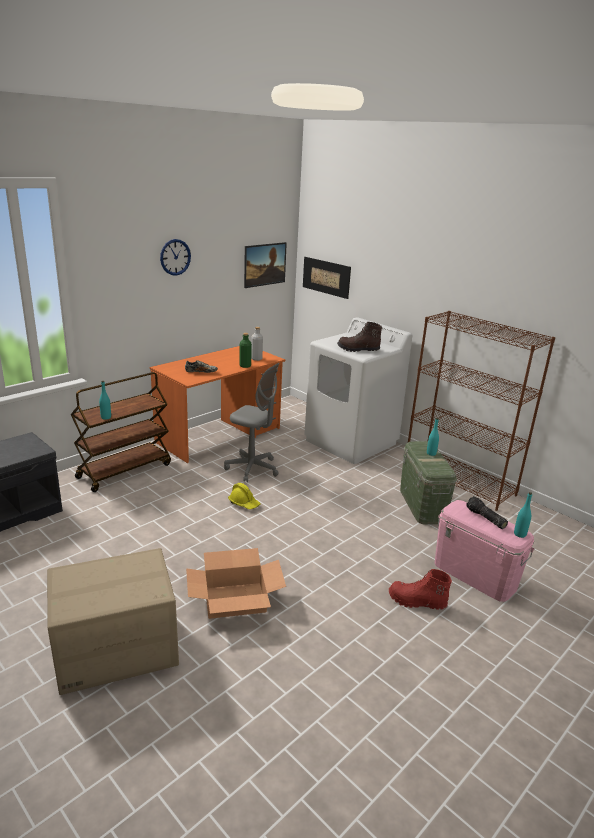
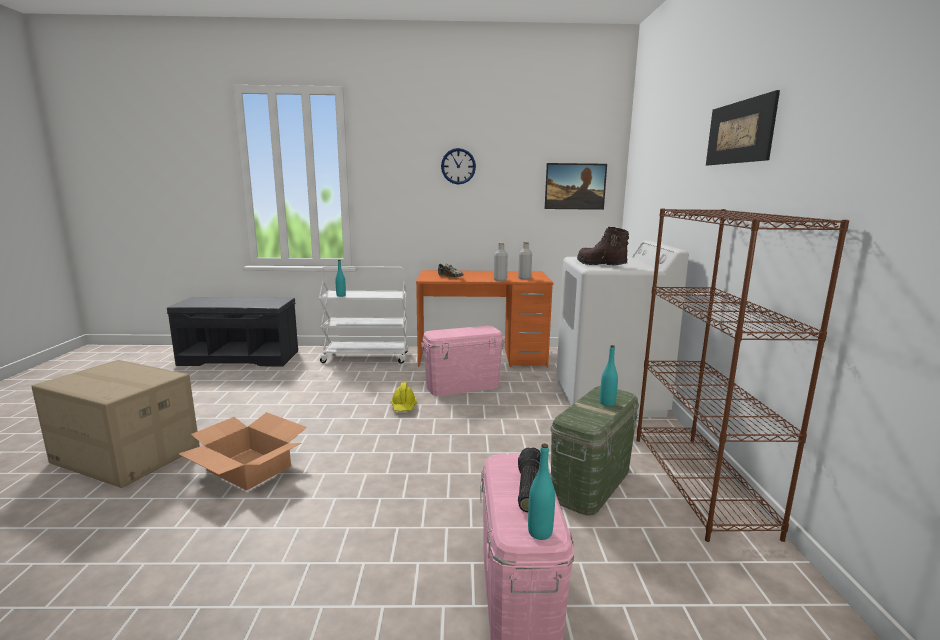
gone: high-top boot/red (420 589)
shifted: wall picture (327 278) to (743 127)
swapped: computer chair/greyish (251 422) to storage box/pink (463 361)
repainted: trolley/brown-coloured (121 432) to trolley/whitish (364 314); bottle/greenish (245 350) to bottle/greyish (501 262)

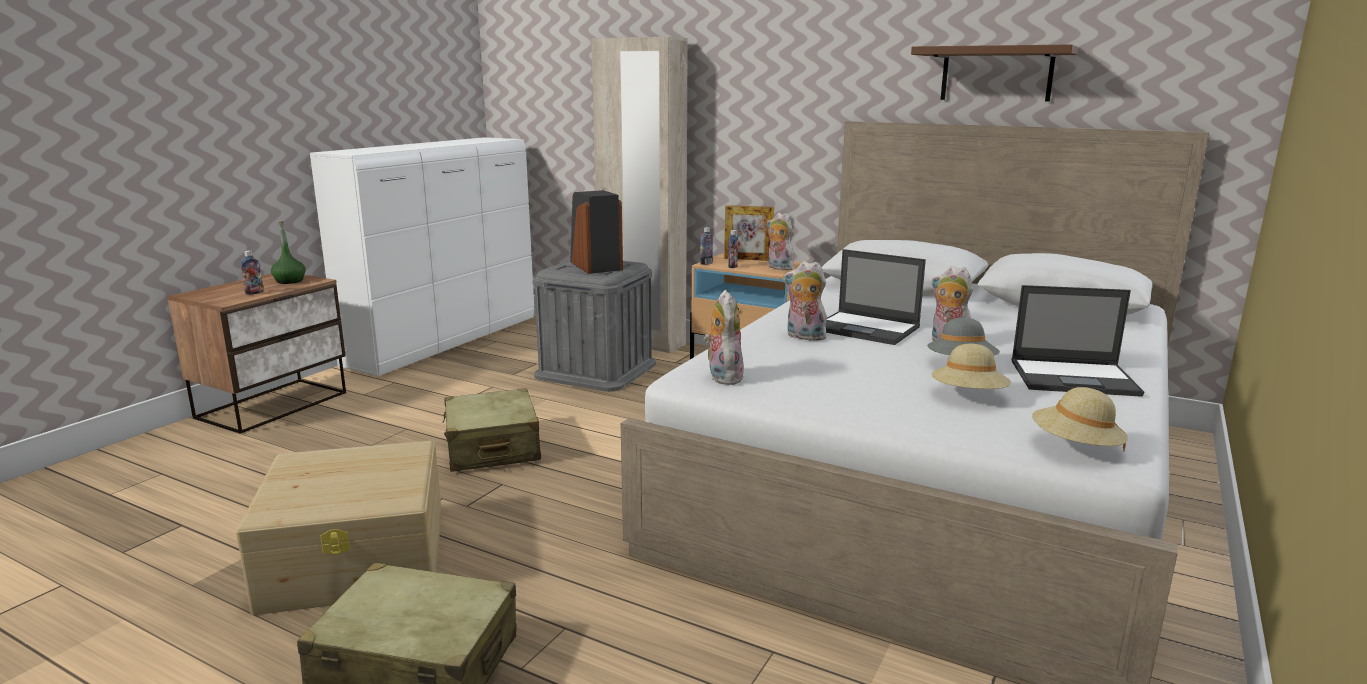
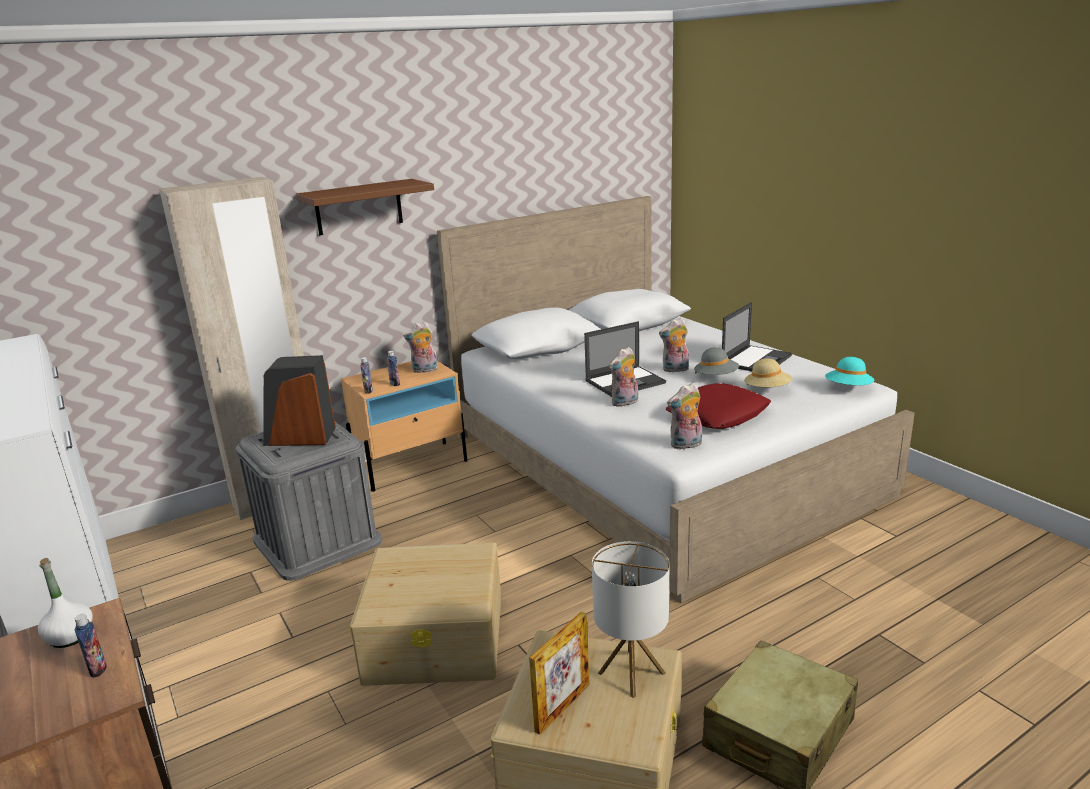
new: table lamp (630 619); throw pillow/red (718 406)
shifted: shelf/brown-coloured (994 73) to (365 207); standing frame (749 233) to (559 673)
swapped: suitcase/sand-coloured (491 430) to storage box/sand-coloured (425 614)
repainted: bottle/greenish (288 252) to bottle/whitish (65 603); clothing hat/sand-coloured (1080 419) to clothing hat/turquoise (849 371)
rotated: cuddly toy (724 337) = (684 416) 45 degrees counterclockwise

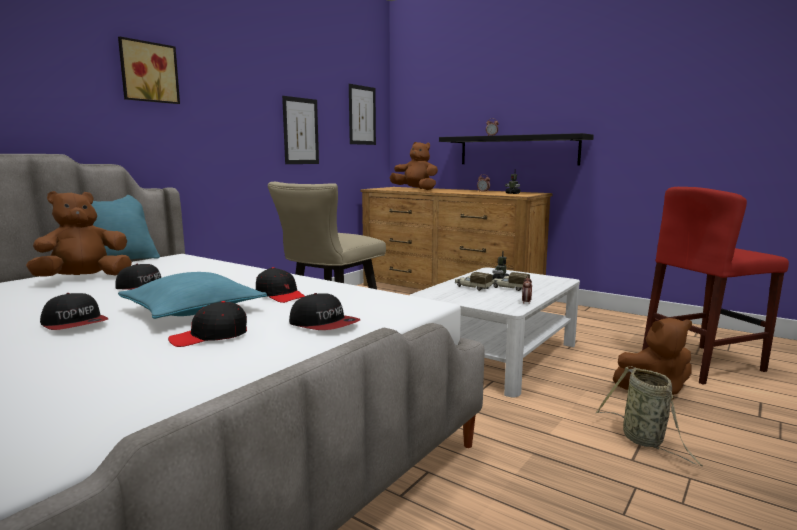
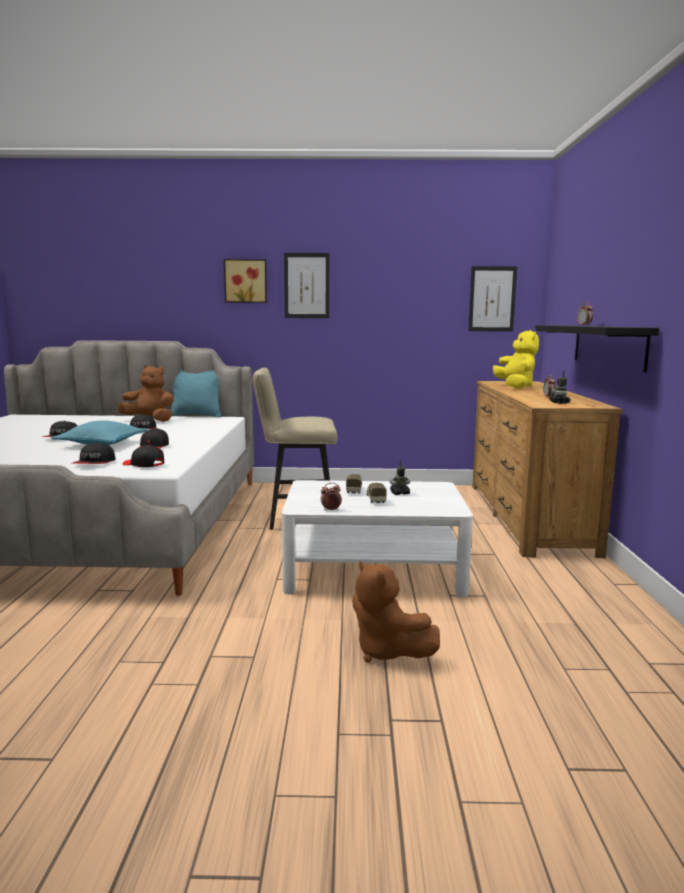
gone: household basket (649 416); stool/red (715 286)
shifted: baseball cap/black (207 324) to (143 456); wall picture (300 130) to (306 285)
repainted: cuddly toy/brown-coloured (414 166) to cuddly toy/yellowish (516 359)

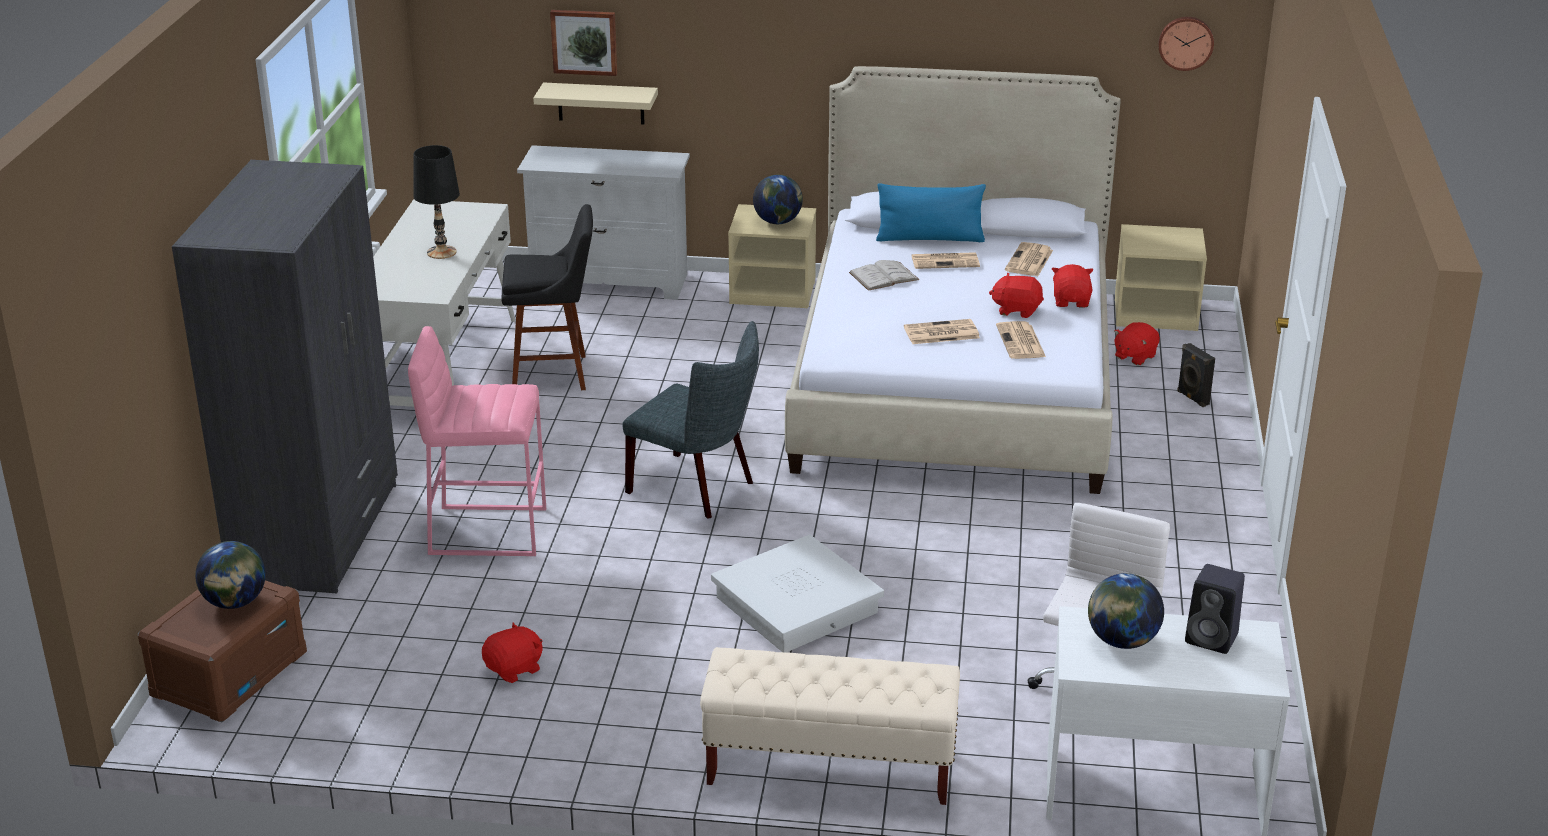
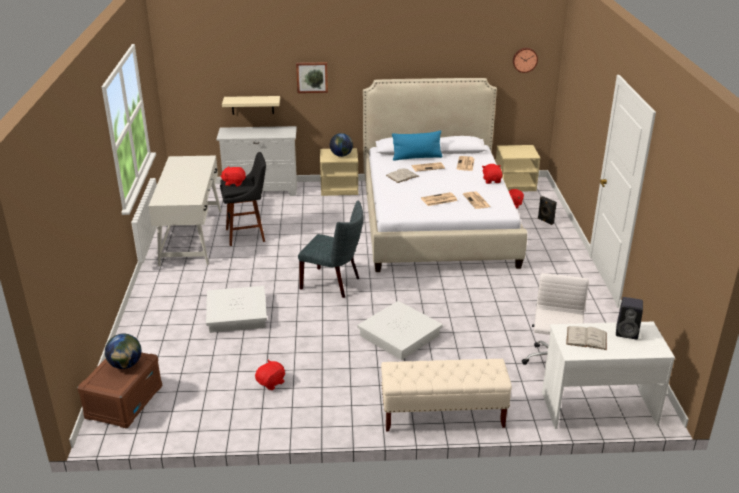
gone: armoire/greyish (285 376); table lamp/black (436 202)
shifted: cuddly toy/red (1016 295) to (233 176); wall picture (583 43) to (312 77)
swapped: stool/pink (477 441) to storage box/whitish (236 309); globe (1126 611) to bound book/whitish (586 338)

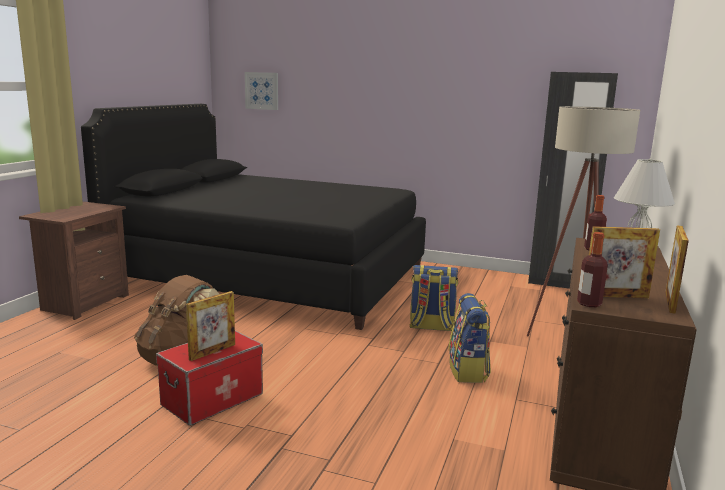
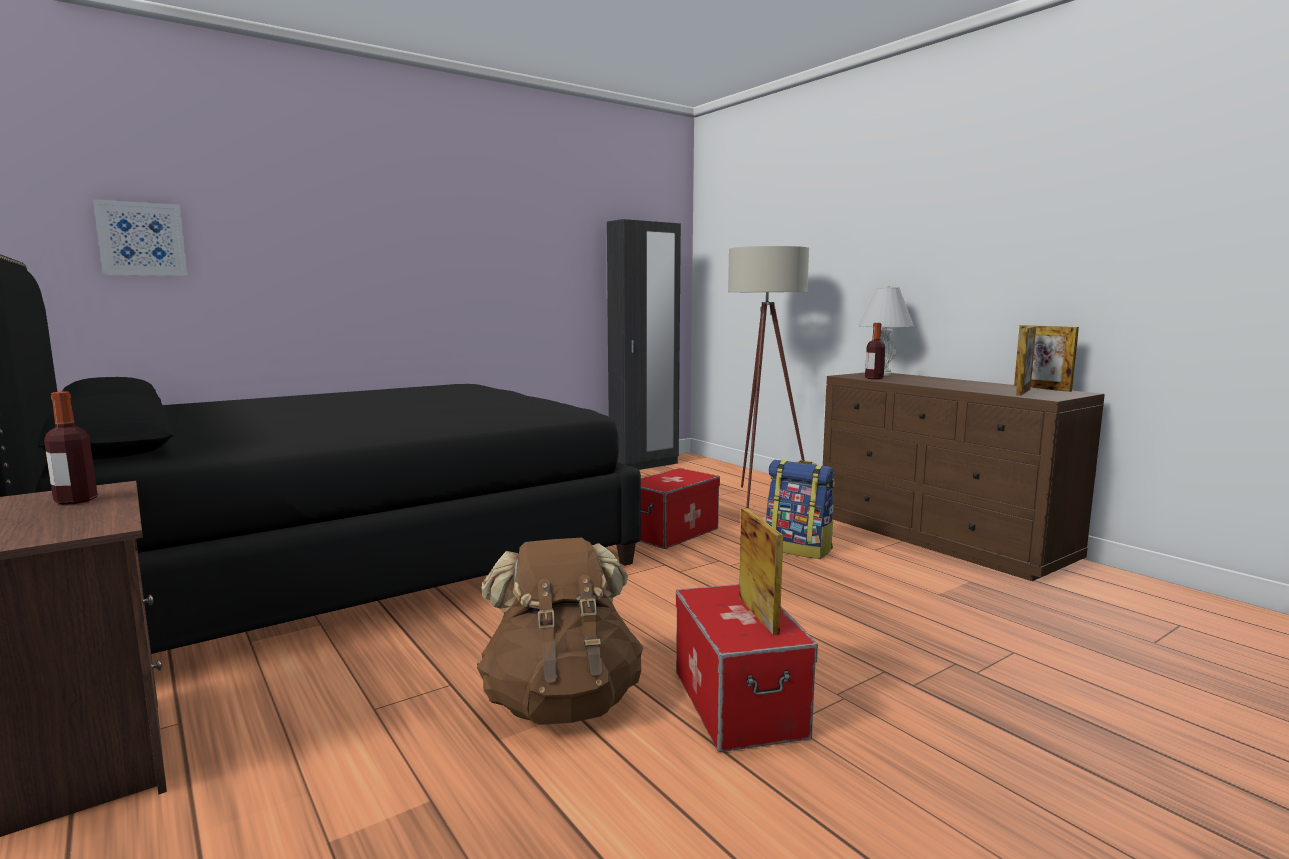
shifted: bottle (592 269) to (71 448)
swapped: knapsack (433 298) to storage box (679 508)

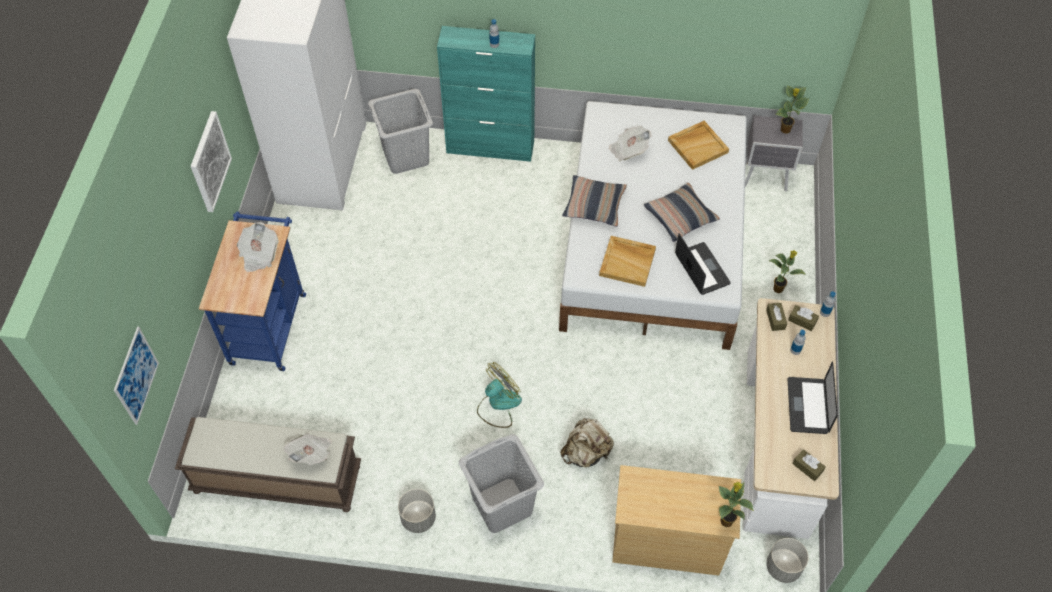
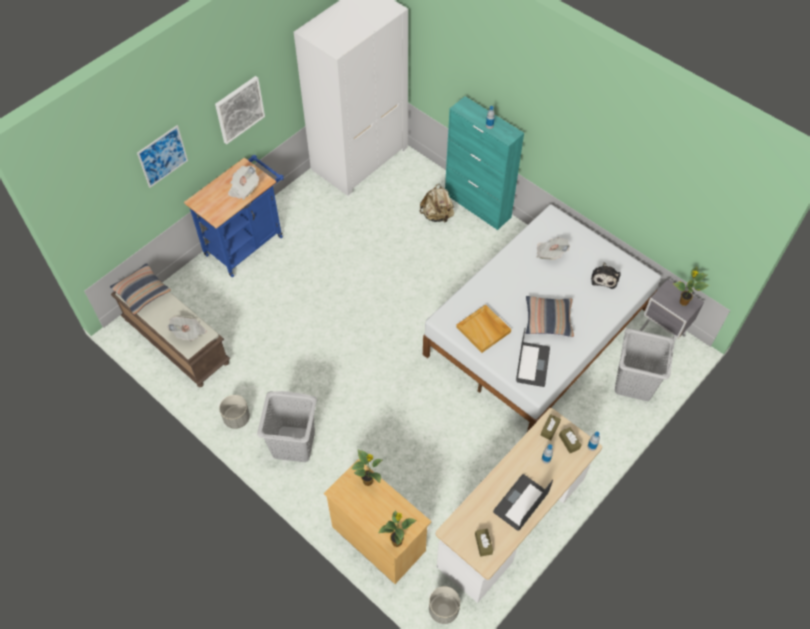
gone: cooling fan (499 395)
shifted: throw pillow (594 201) to (140 289); wall picture (136 375) to (162 156); houseplant (787 271) to (367 467); knapsack/sand-coloured (587 442) to (437 203); laundry basket/greyish (400 131) to (645 364)
swapped: tray/sand-coloured (698 145) to cuddly toy (606 275)

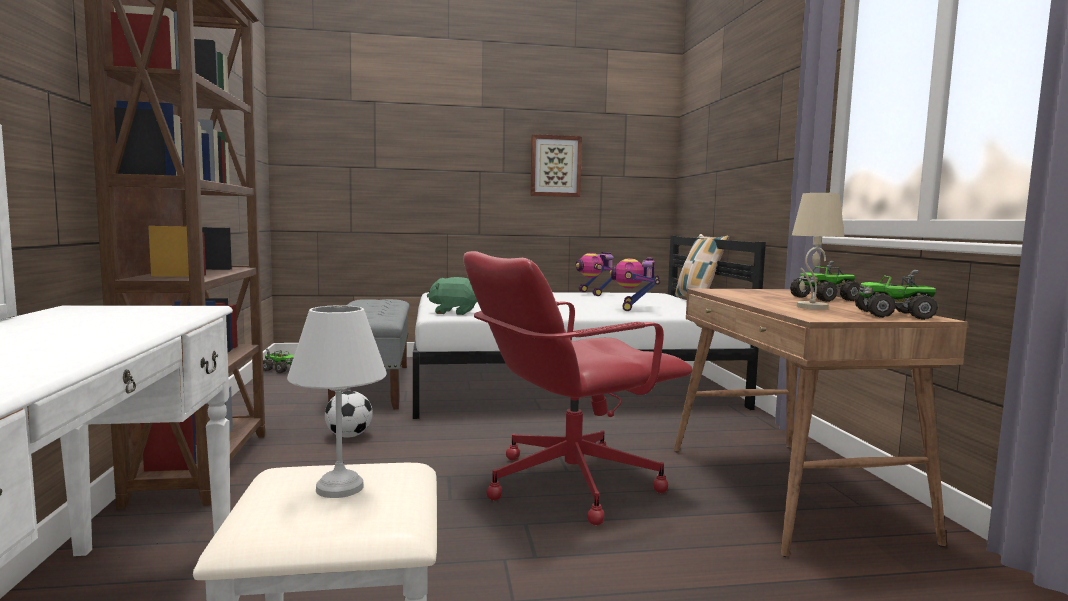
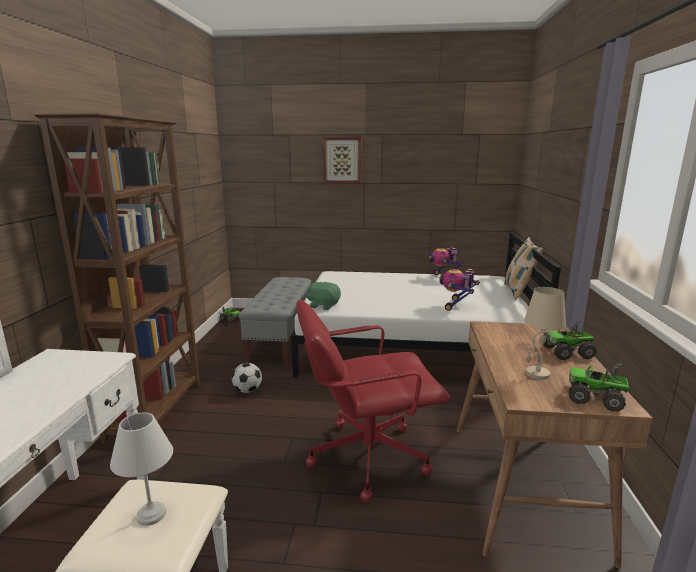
shifted: wall picture (556 165) to (342 160)

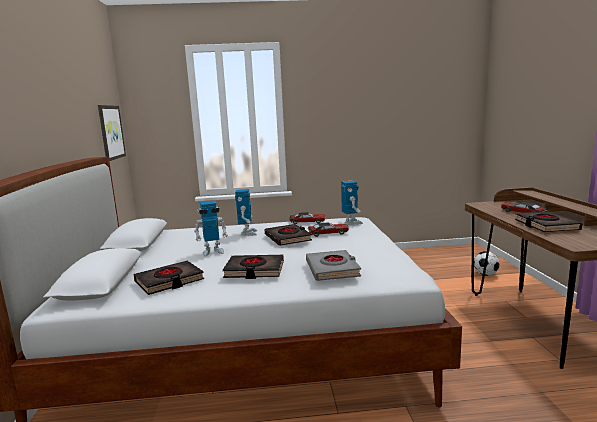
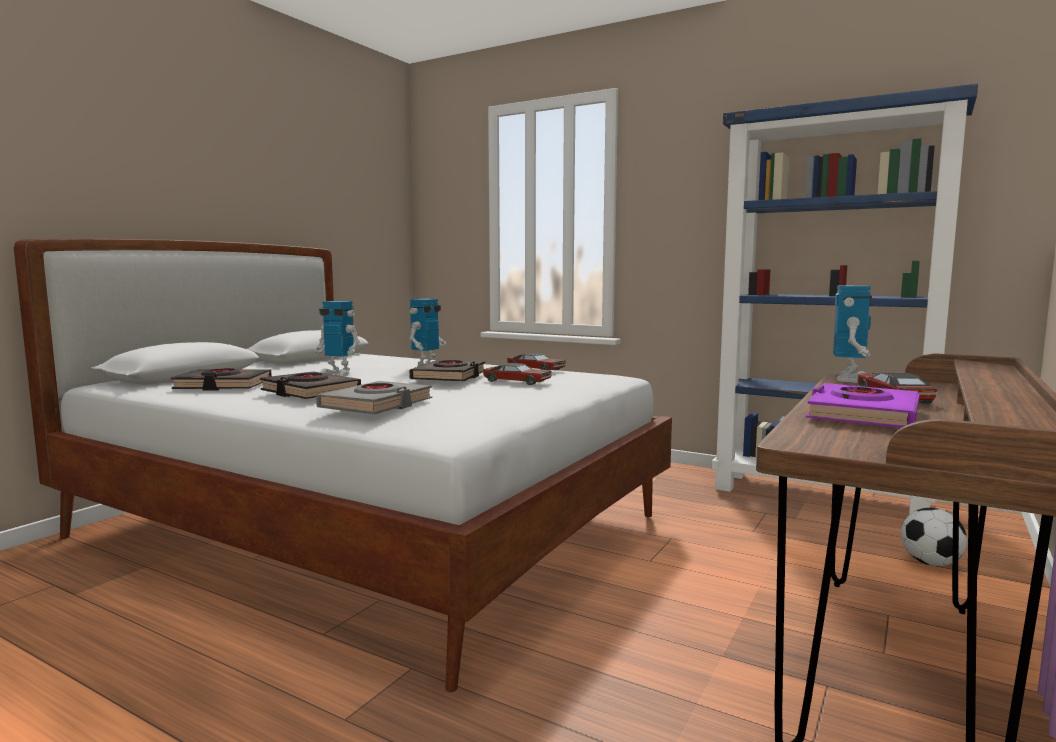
gone: wall picture (112 133)
new: shelving unit/blue (845 299)
shifted: robot figure (352 202) to (852 334)
repainted: bound book/black (548 221) to bound book/purple (863 405)

